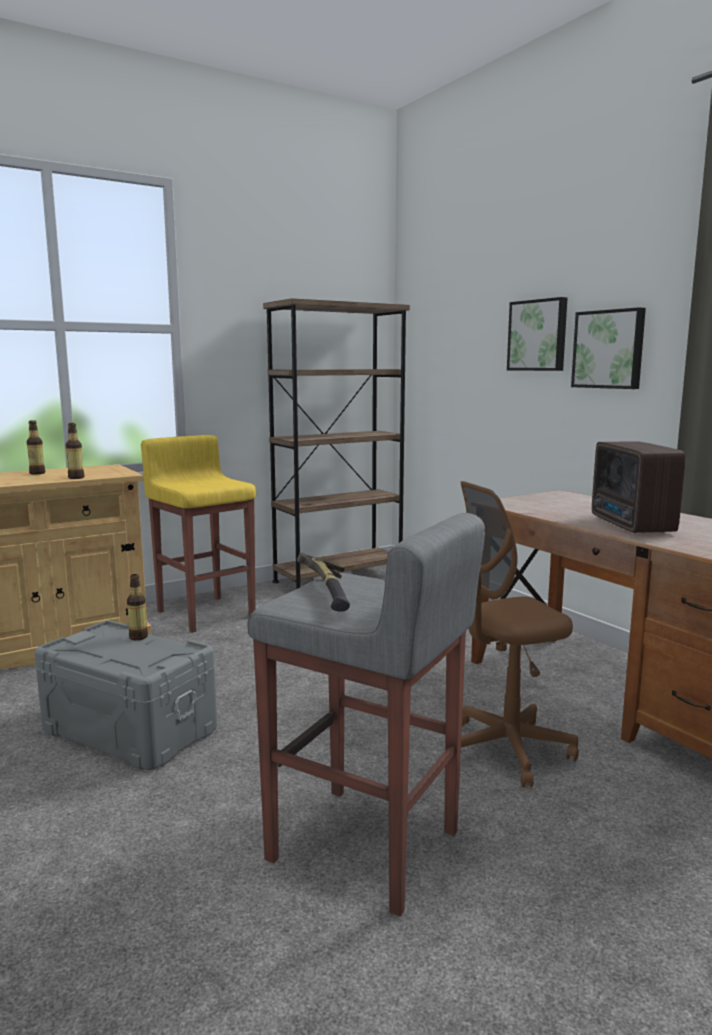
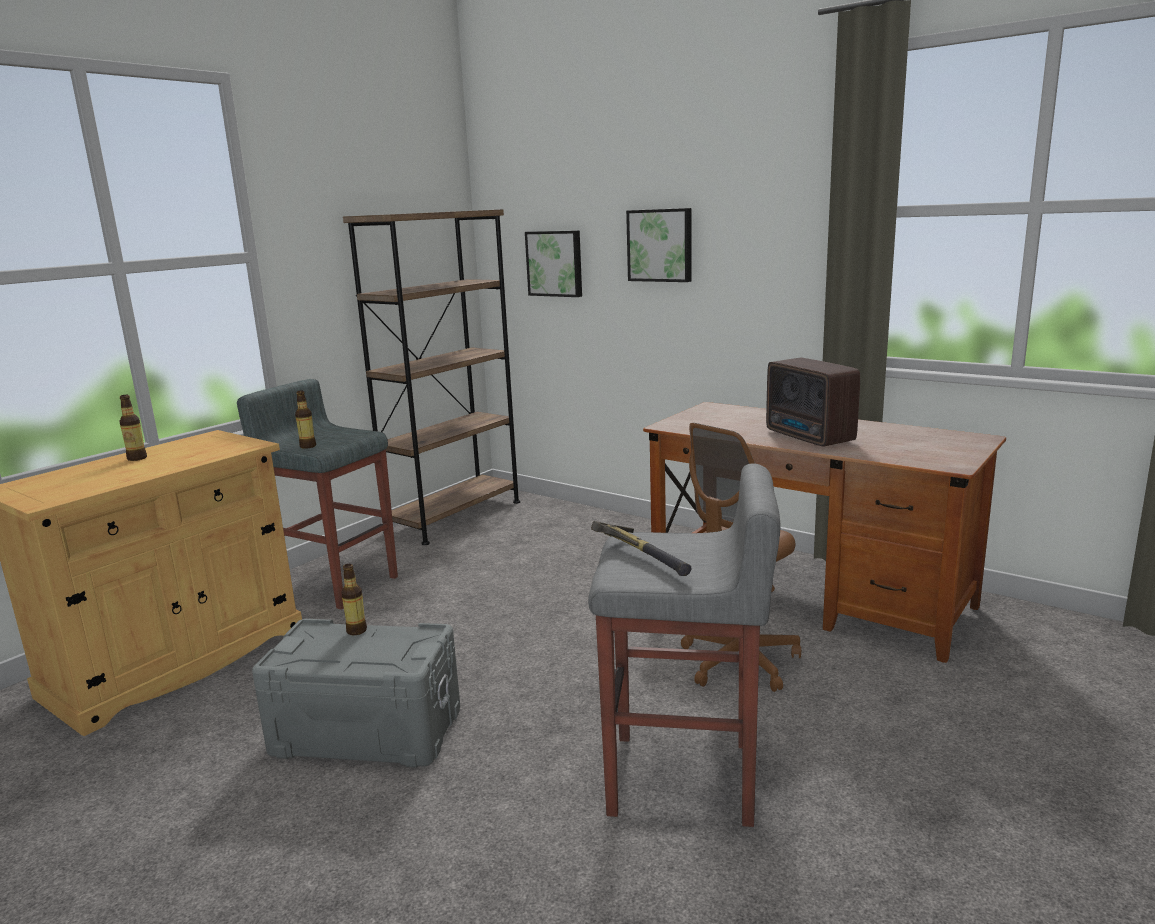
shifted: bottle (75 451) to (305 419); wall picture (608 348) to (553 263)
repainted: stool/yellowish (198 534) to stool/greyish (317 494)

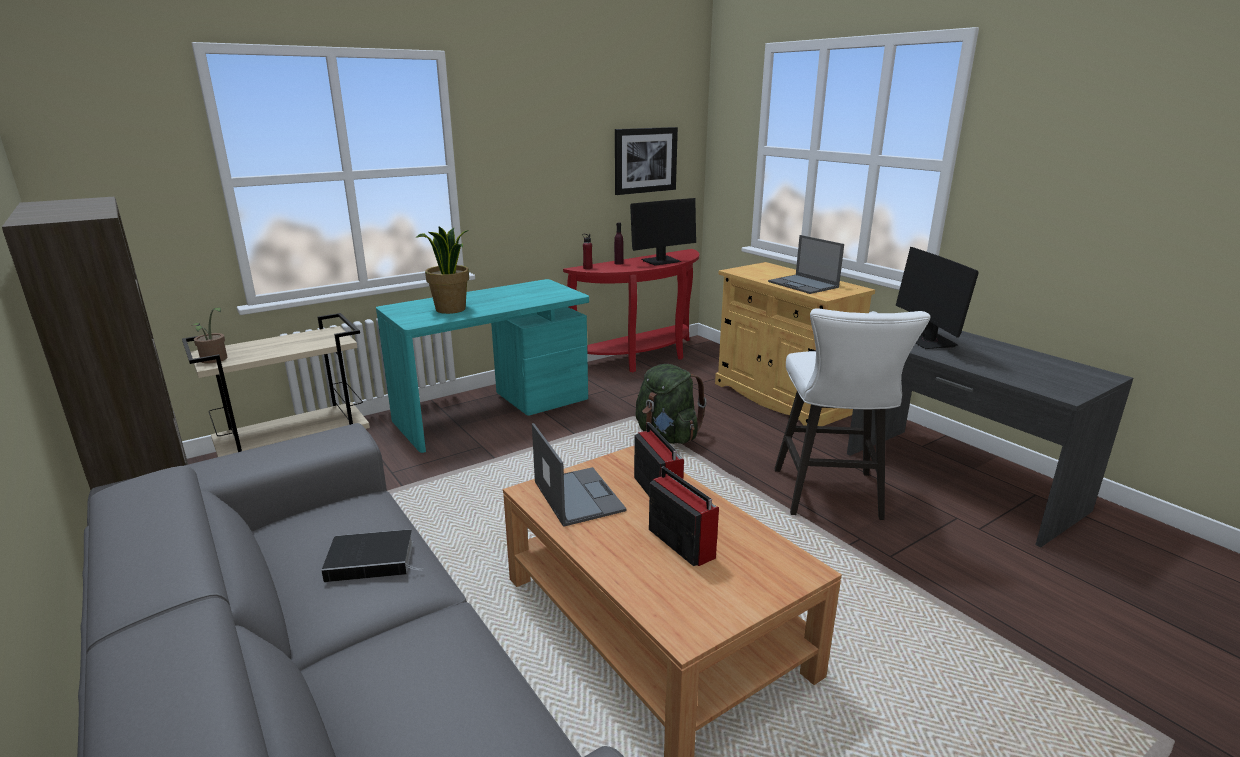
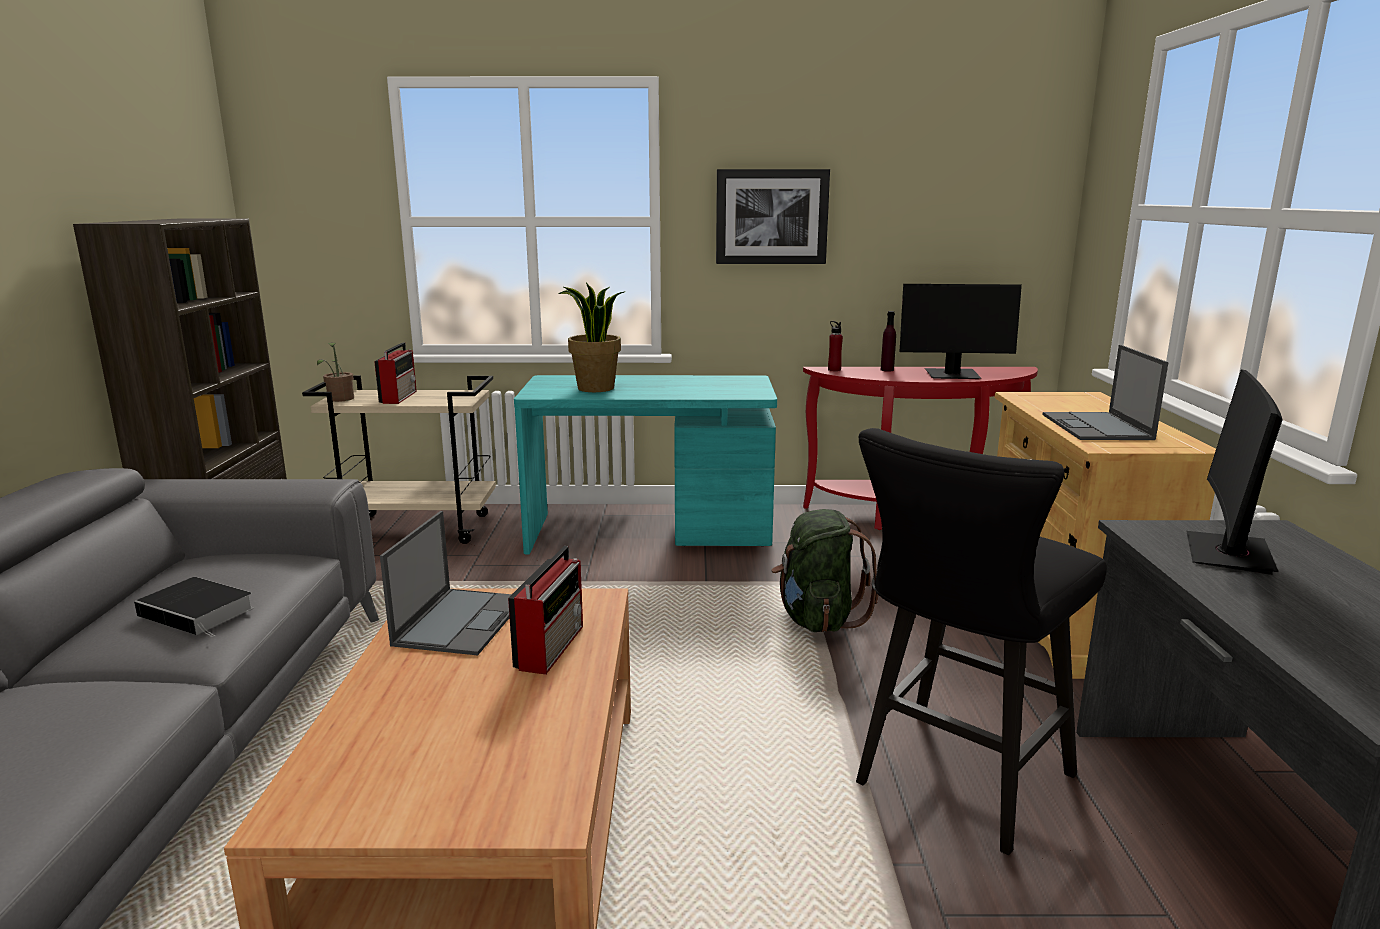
shifted: radio (684 516) to (395 373); wall picture (646 161) to (773 216)
repainted: stool/whitish (852 414) to stool/black (981 641)

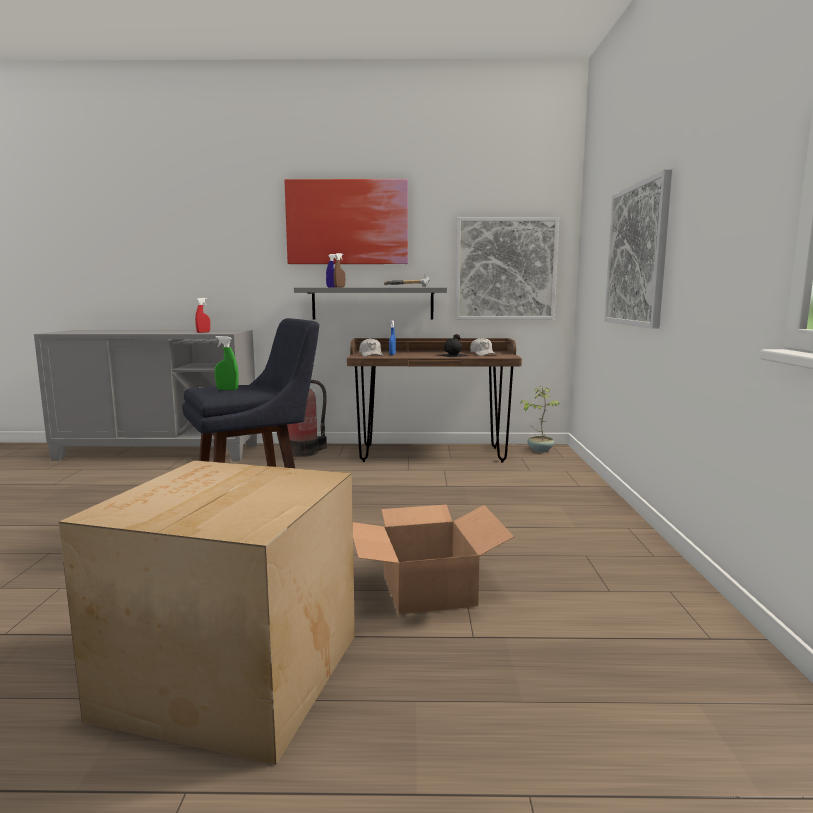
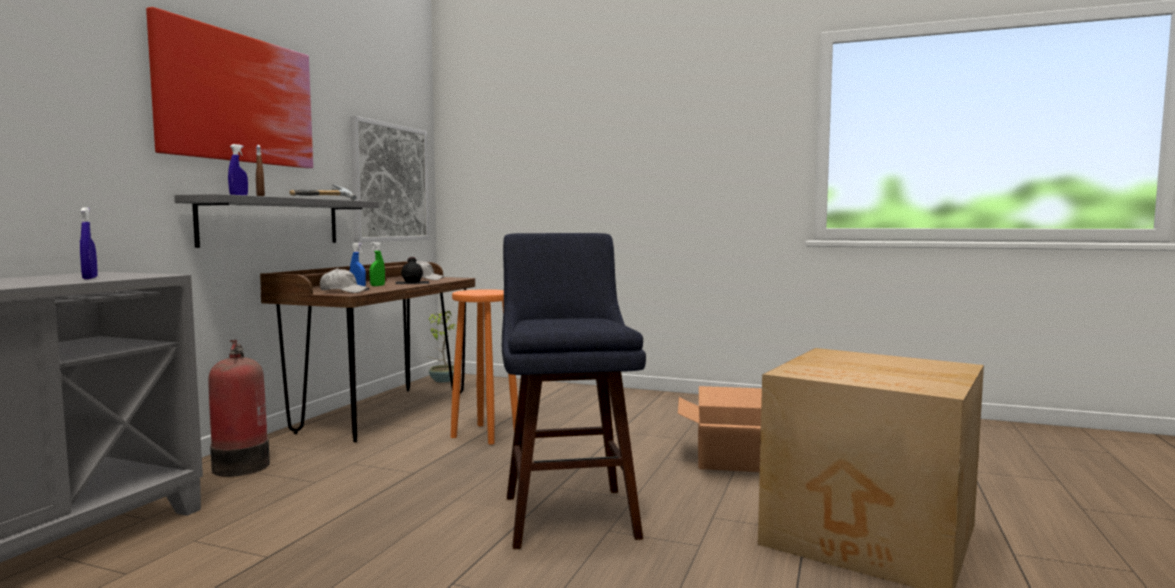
gone: wall picture (638 249)
new: stool/orange-coloured (484 367)
shifted: sprayer/greenish (227 363) to (377 264)
repainted: sprayer/red (202 315) to sprayer/blue (89 243)

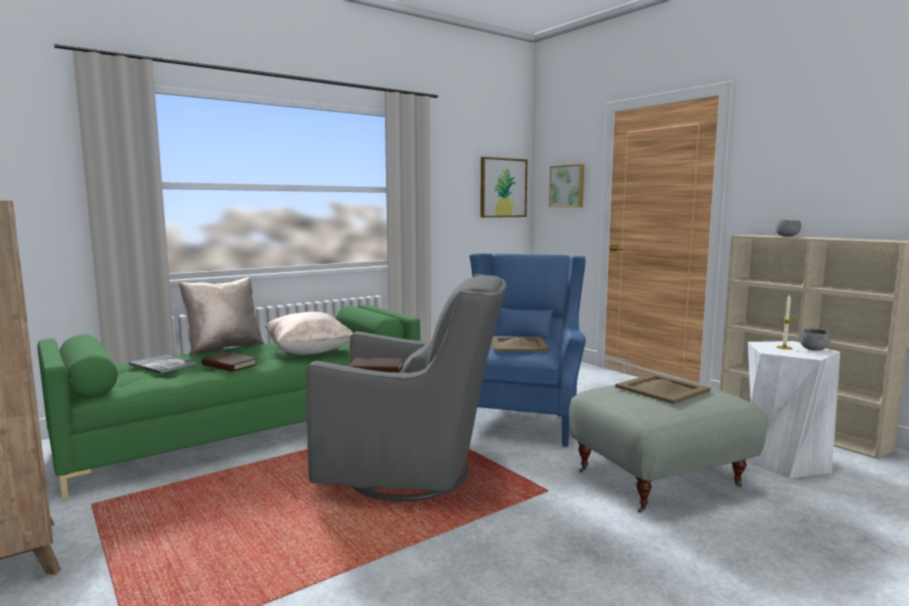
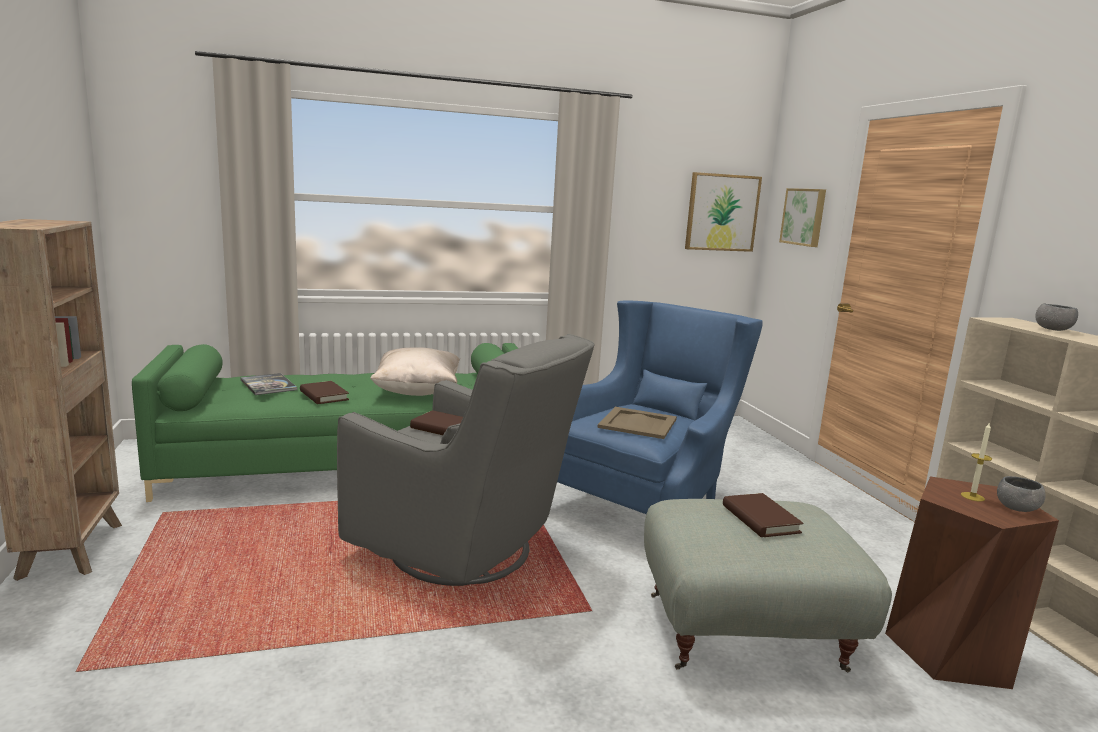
gone: throw pillow/sand-coloured (221 316)
swapped: tray/sand-coloured (663 388) to bound book/brown-coloured (763 515)
repainted: stool/whitish (792 410) to stool/brown-coloured (972 583)

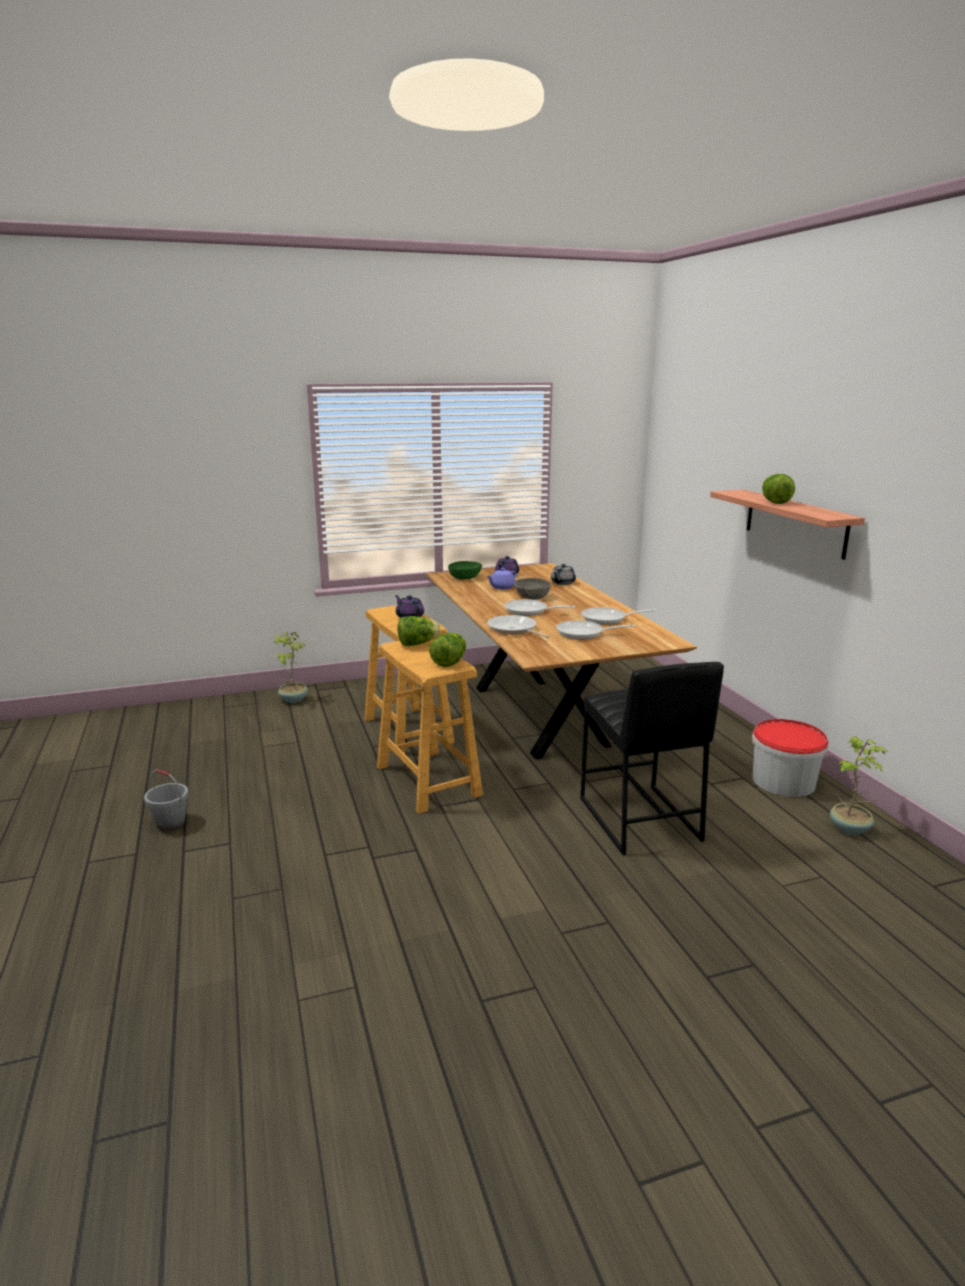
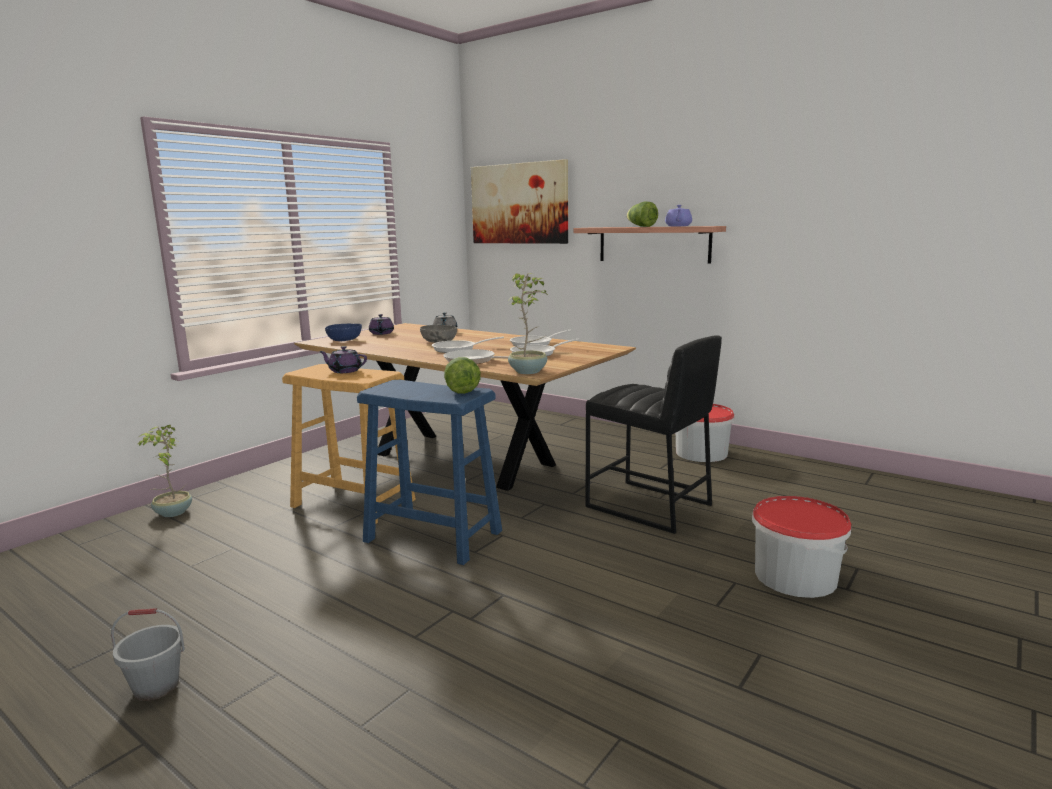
gone: head of lettuce (419 631)
new: wall picture (519 201); bucket (801 547)
shifted: houseplant (859 785) to (528 323); tea pot/purple (502 579) to (678 215)
repainted: bowl/greenish (465 570) to bowl/blue (343 332); stool/sand-coloured (430 726) to stool/blue (429 472)

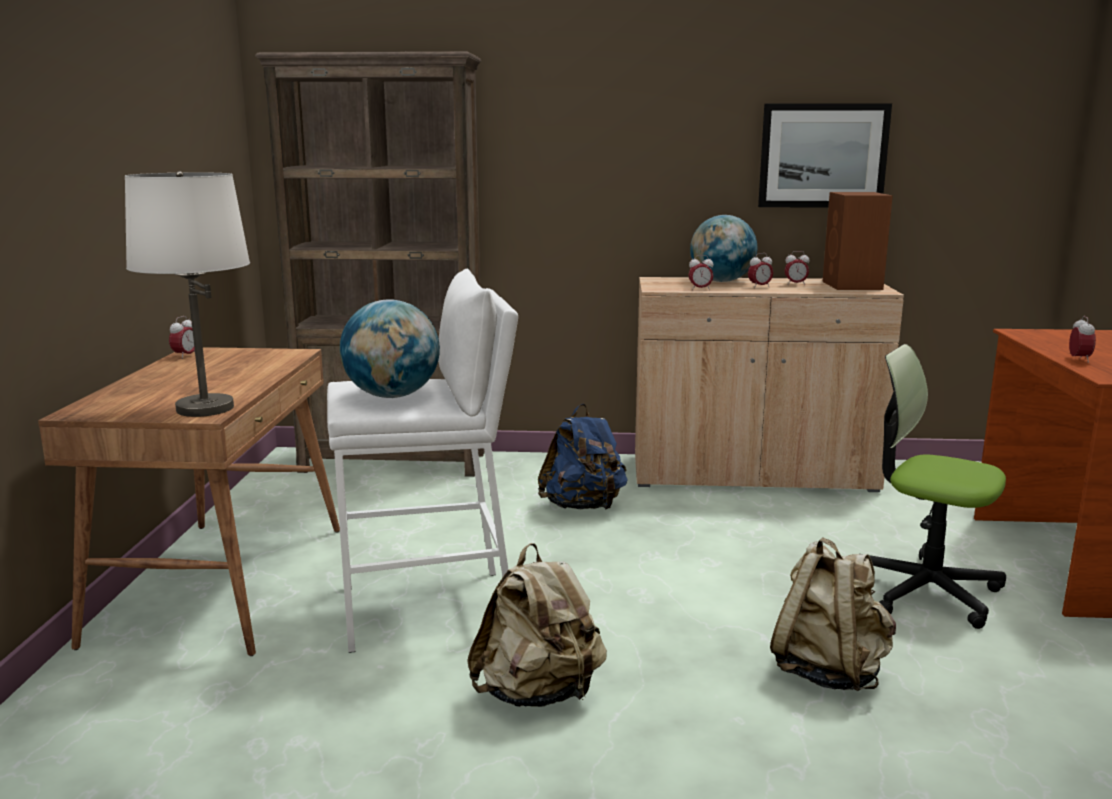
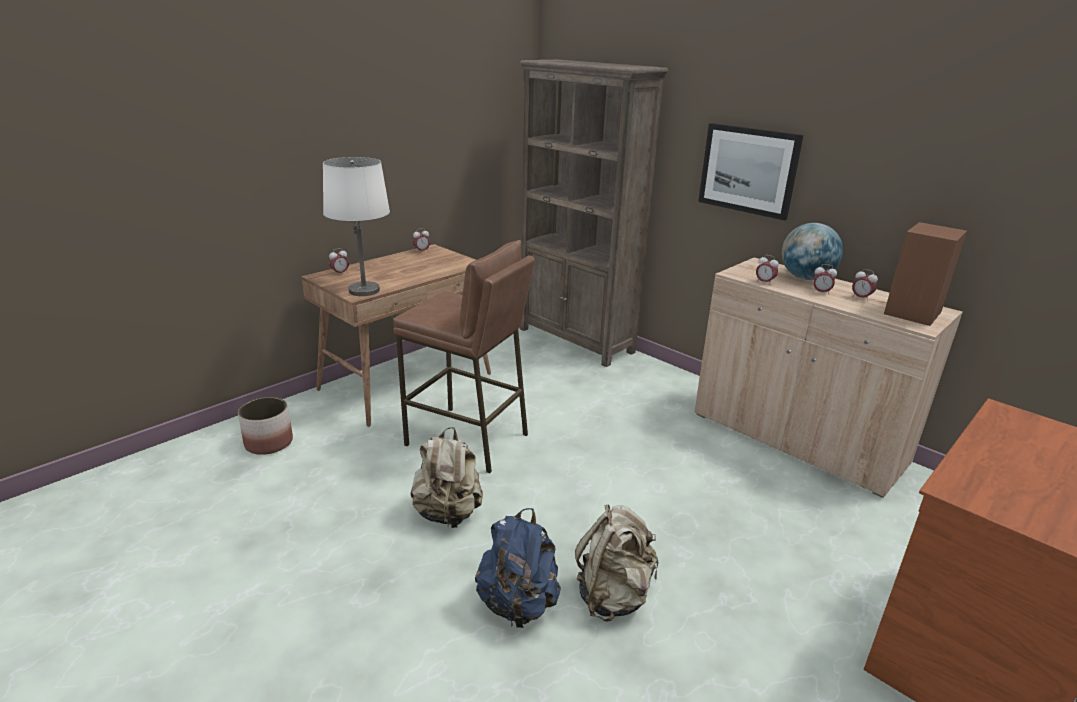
gone: globe (390 348); computer chair (937 486)
new: flower pot (265 426)
shifted: alarm clock (1082 339) to (339 262); knapsack/blue (583 457) to (518 568); wall picture (825 155) to (751 172)
repainted: stool/whitish (422 461) to stool/brown-coloured (464 356)

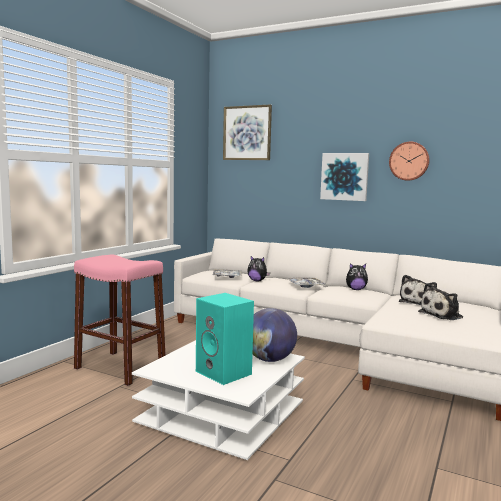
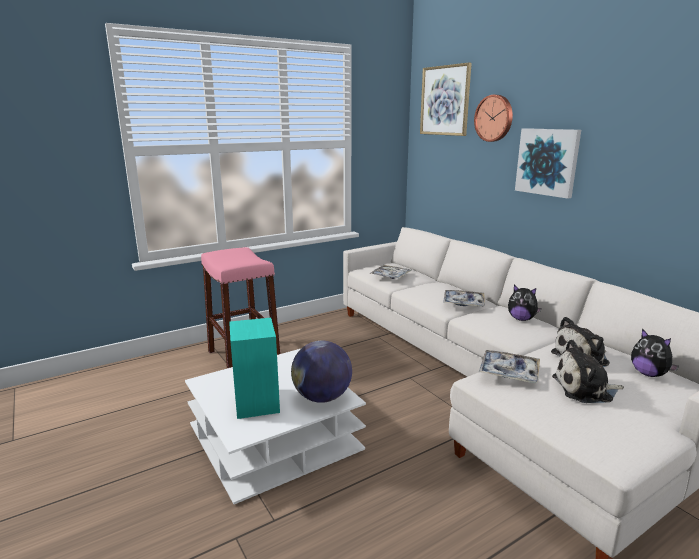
new: tray (509 366)
shifted: wall clock (409 161) to (493 118); cuddly toy (258 268) to (655 353)

